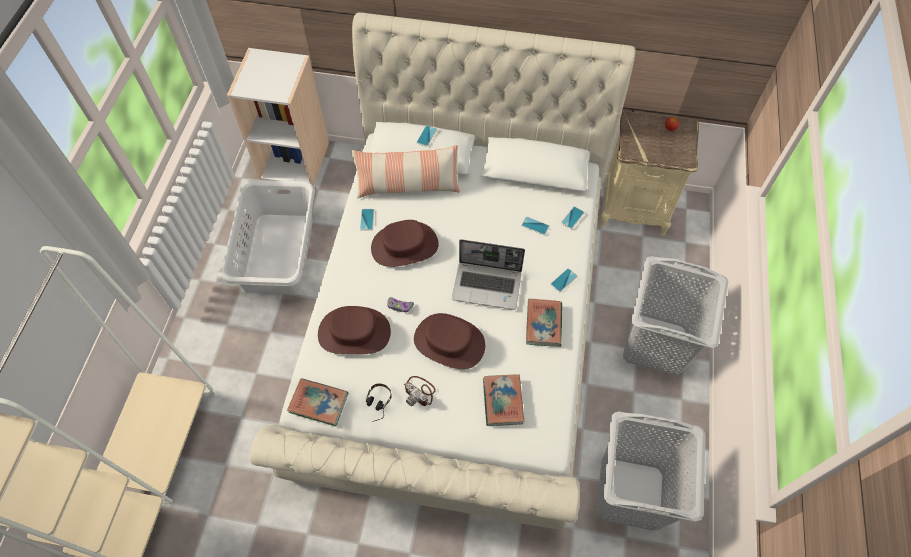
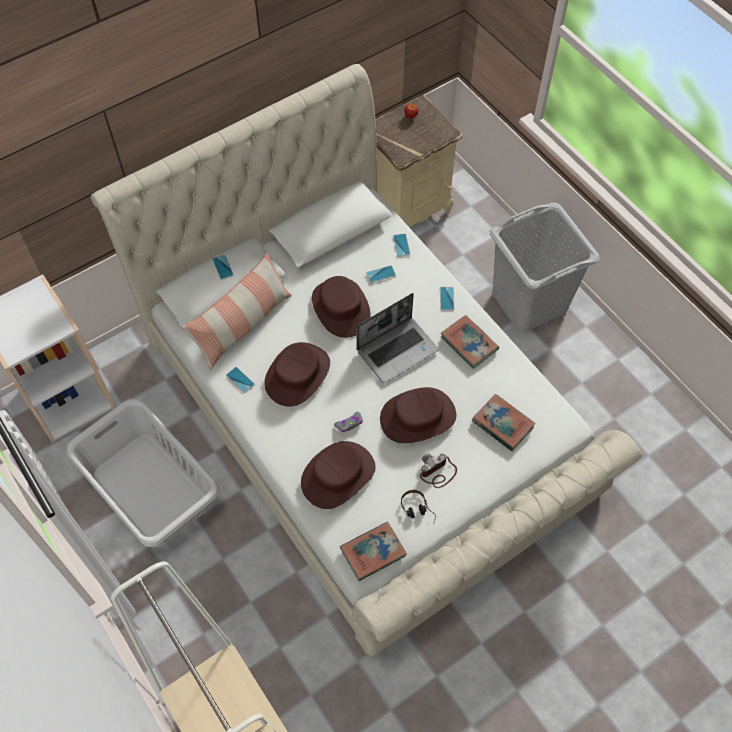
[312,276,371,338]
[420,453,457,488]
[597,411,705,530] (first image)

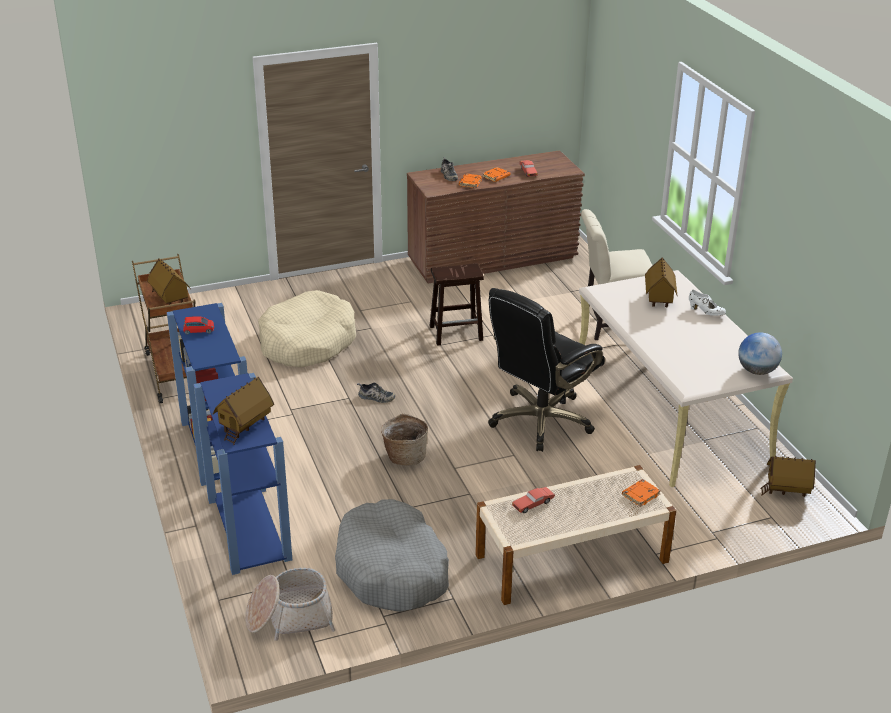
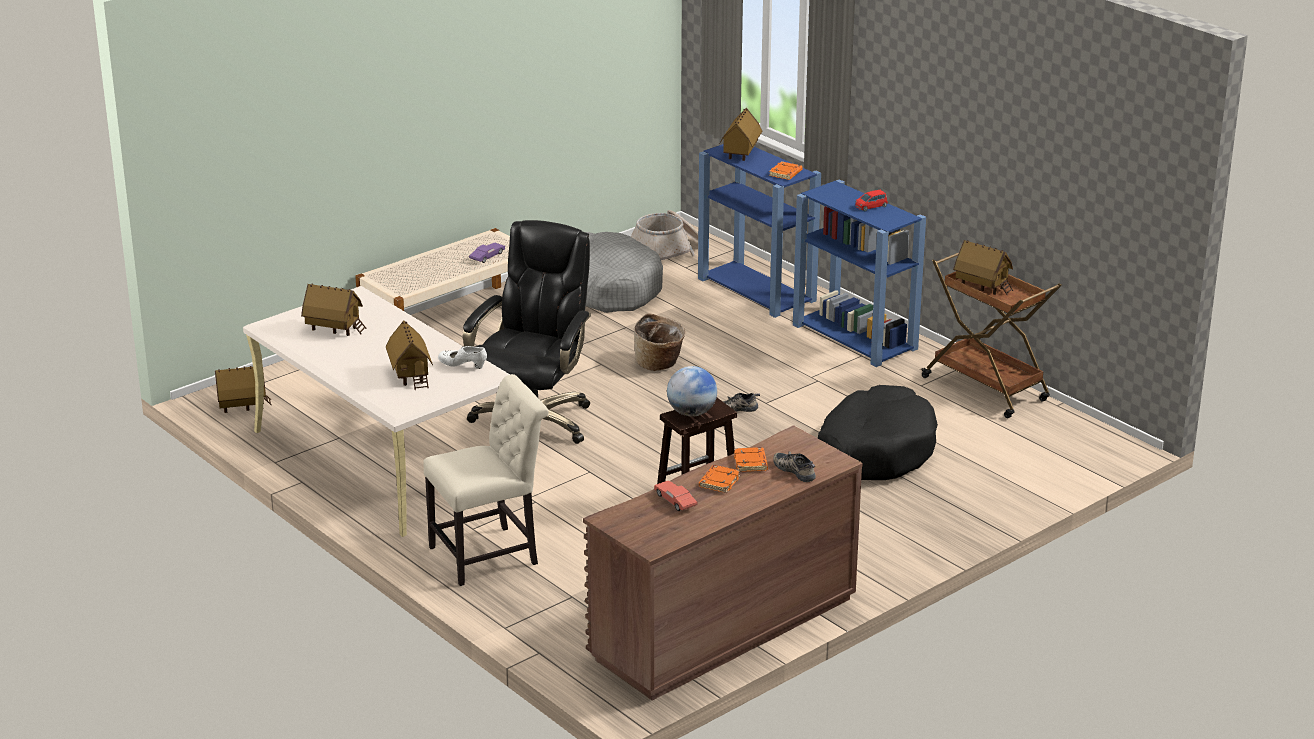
[301,284,367,336]
[438,346,487,369]
[469,243,505,263]
[667,366,717,417]
[769,161,803,180]
[818,385,938,480]

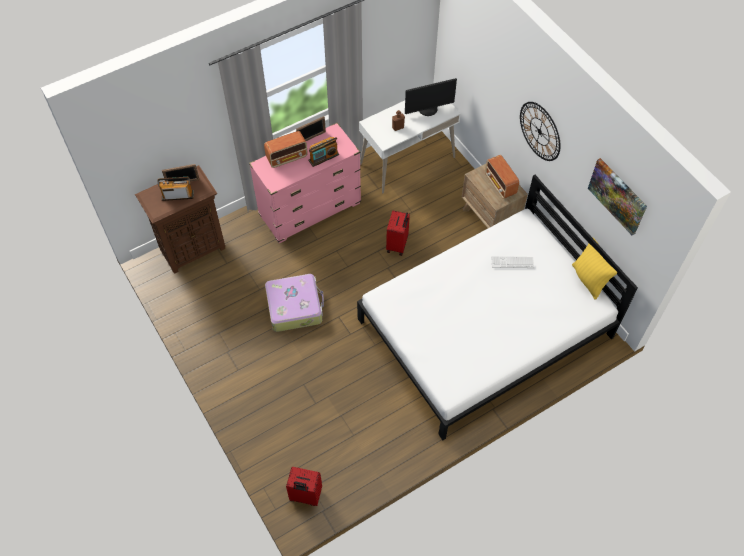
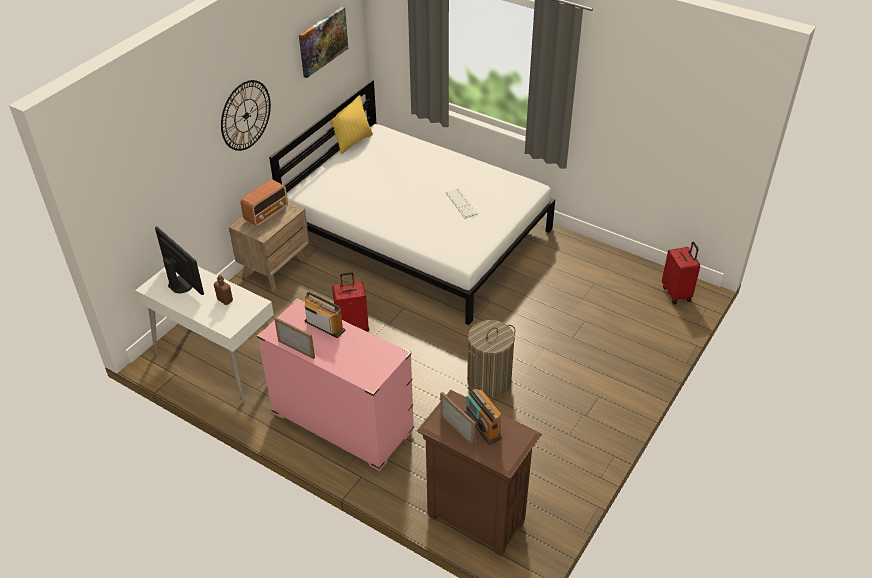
[446,188,478,219]
[467,320,516,397]
[264,131,308,168] (first image)

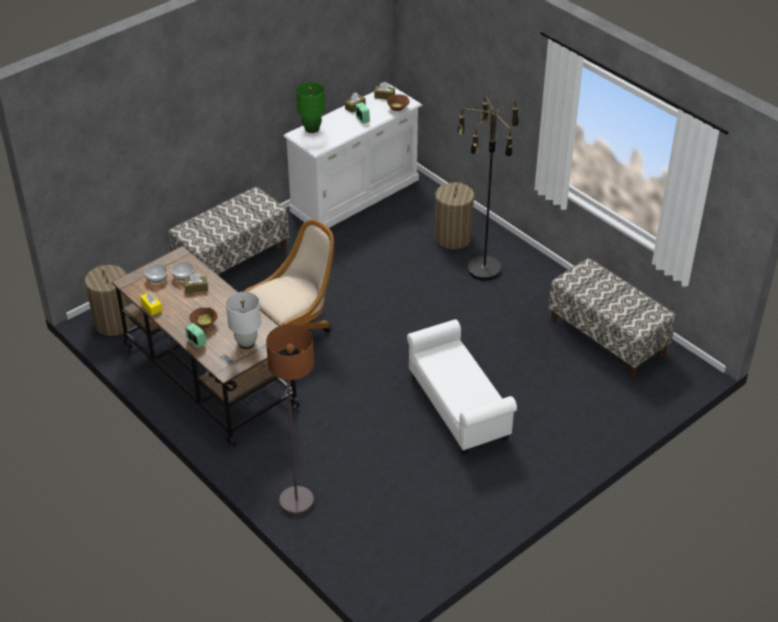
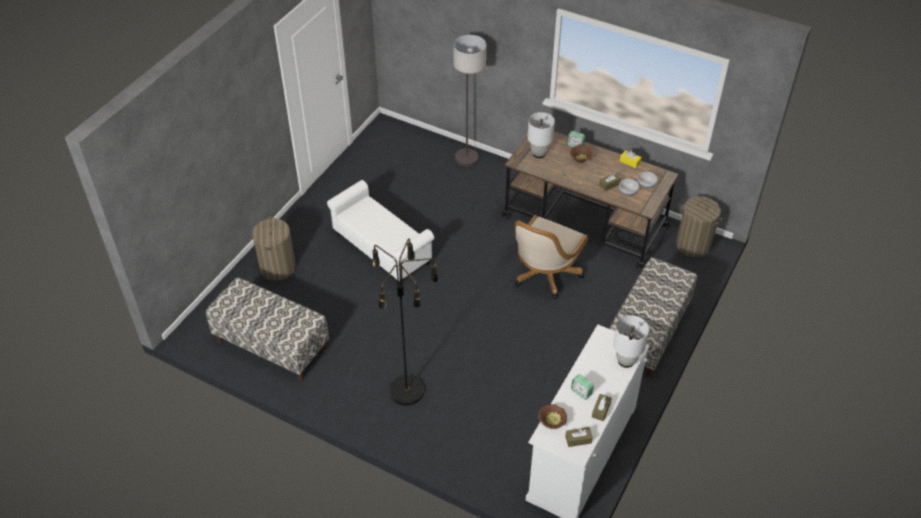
[252,217,296,281]
[453,35,486,167]
[613,315,649,368]

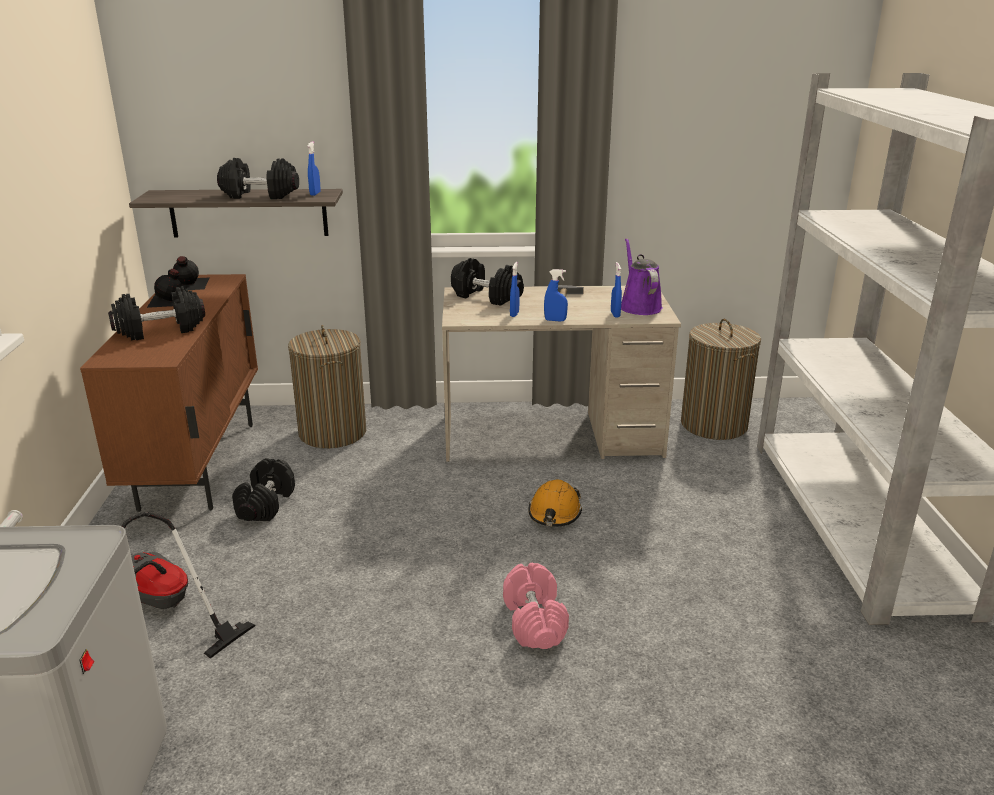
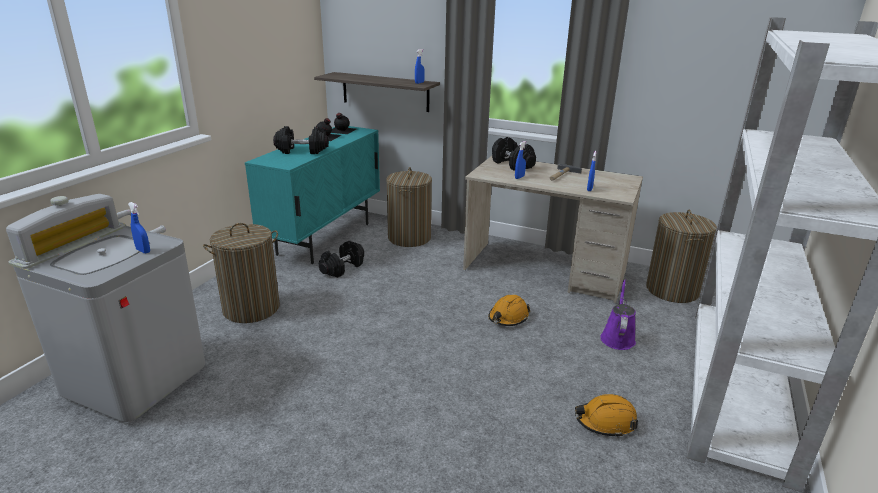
[128,202,150,253]
[203,223,280,323]
[245,126,380,264]
[575,394,638,438]
[600,279,636,350]
[217,158,299,199] (first image)
[503,563,569,649] (first image)

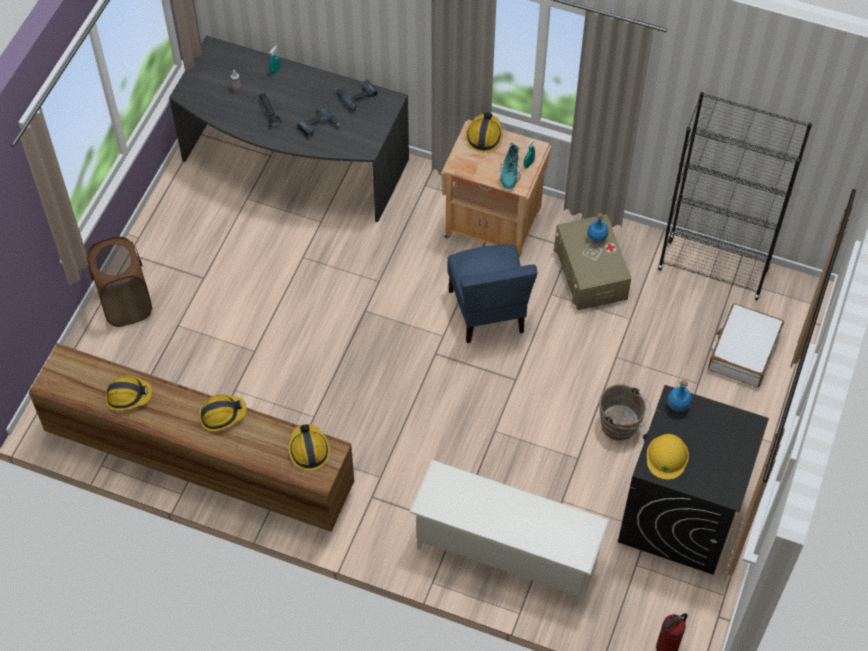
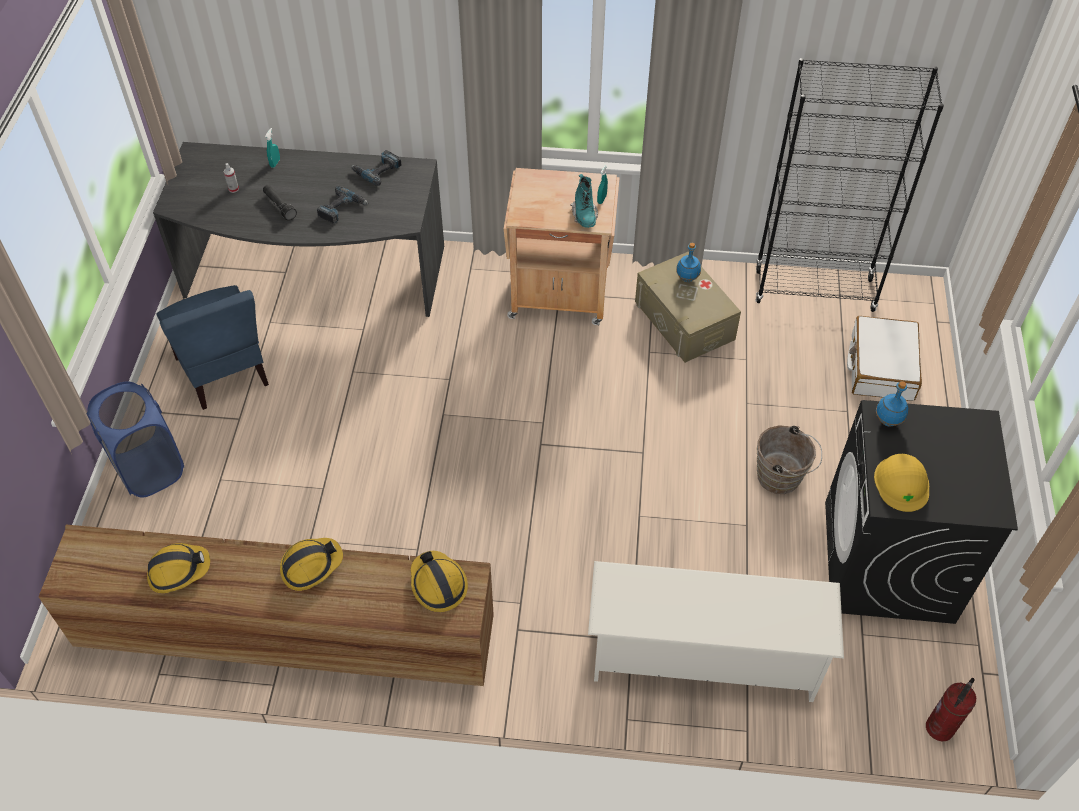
[86,381,184,498]
[157,285,269,410]
[465,112,503,153] (first image)

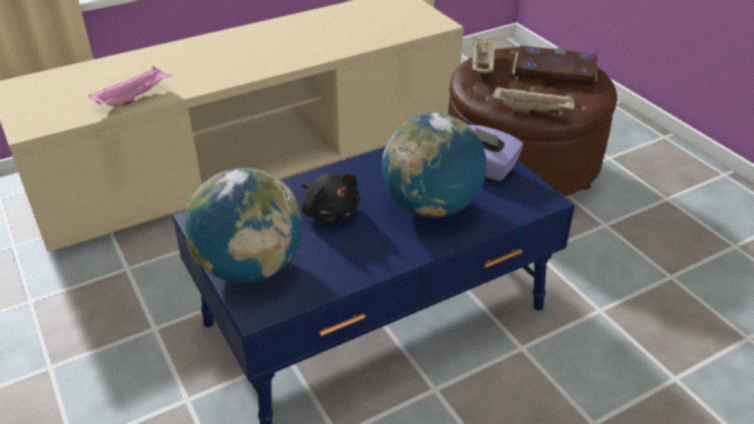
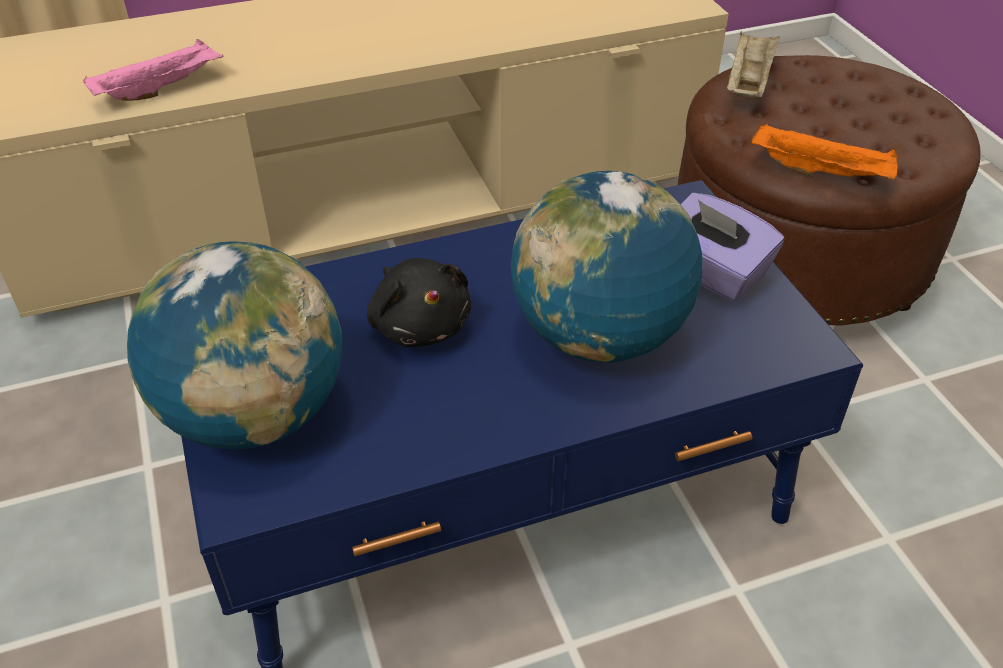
[752,123,897,180]
[512,45,597,85] (first image)

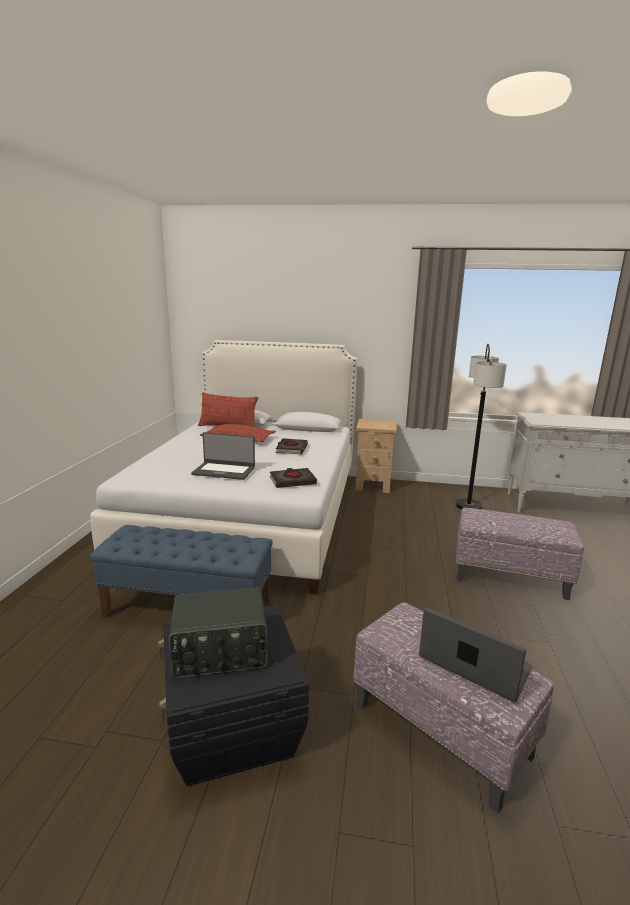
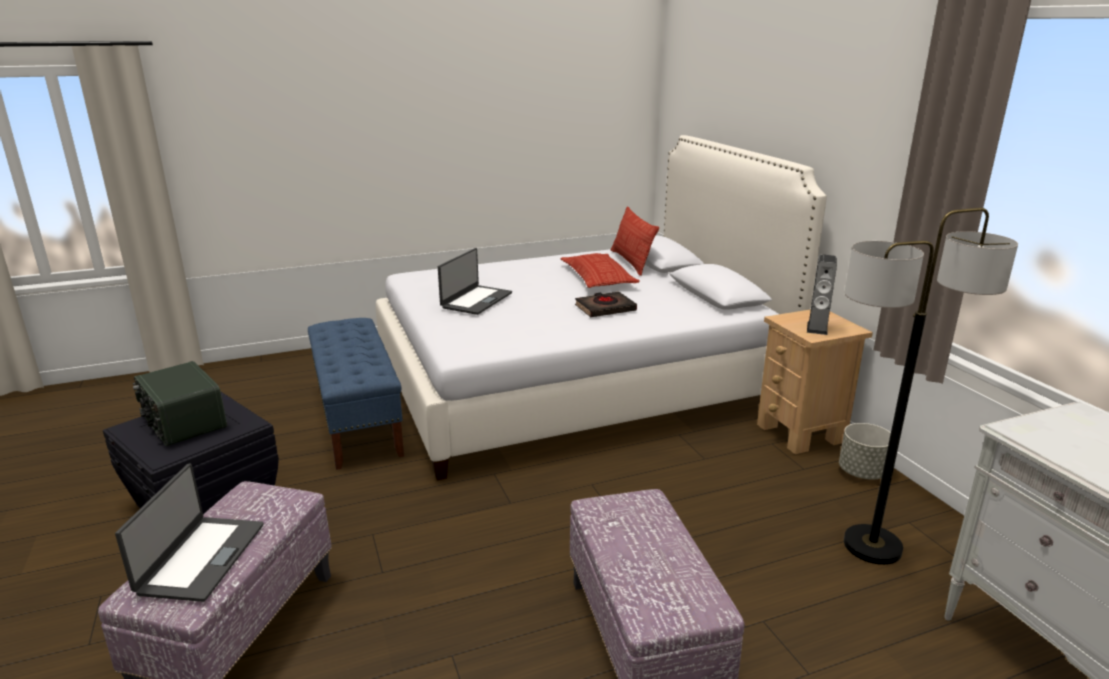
[438,248,512,315]
[807,255,837,335]
[839,423,891,479]
[270,468,317,488] (first image)

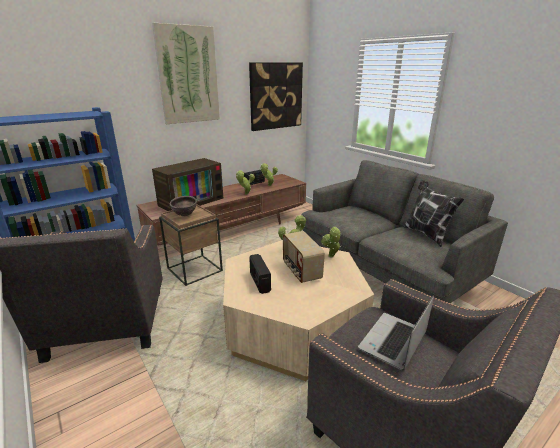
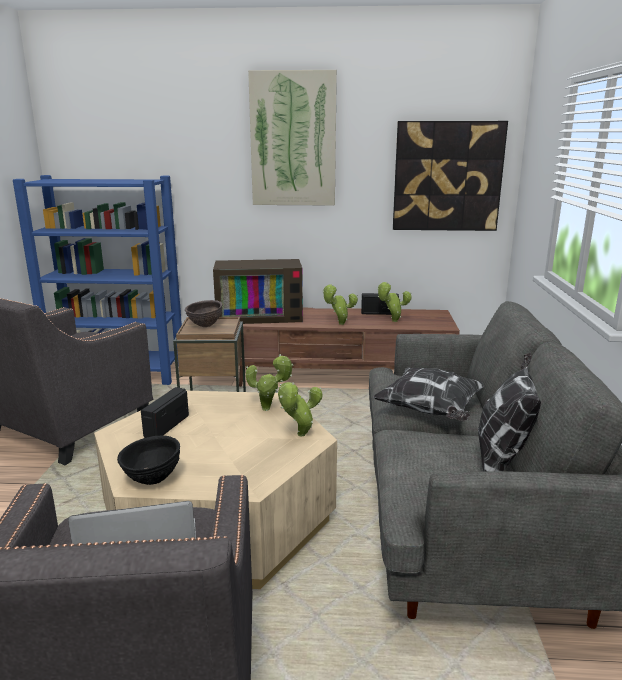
[117,436,180,485]
[373,367,484,421]
[283,231,325,283] (first image)

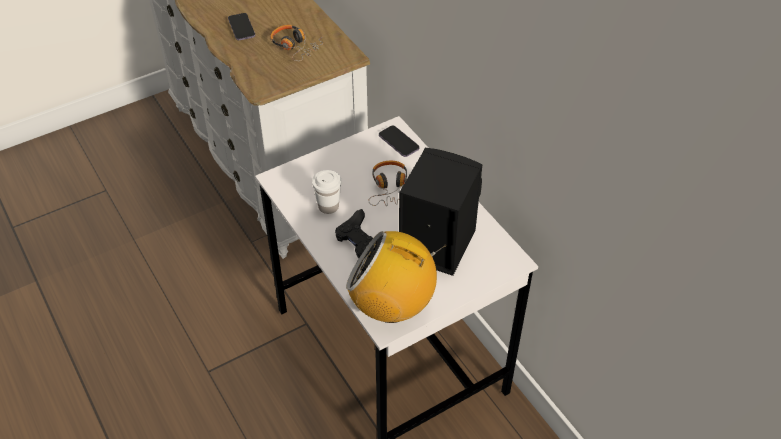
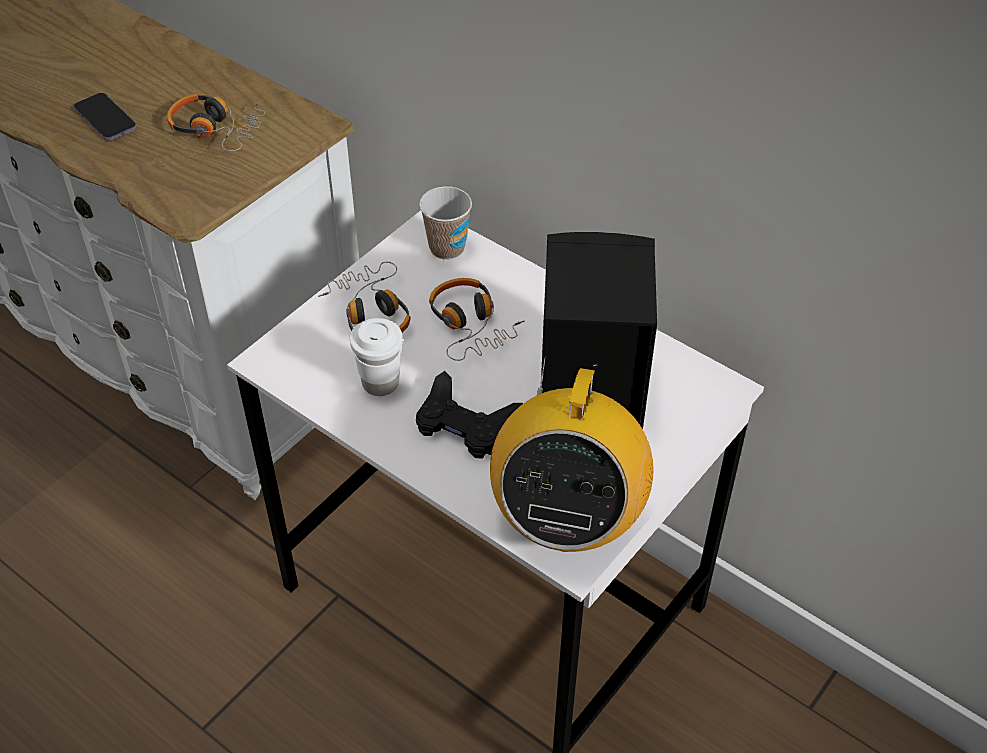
[318,262,411,333]
[419,186,472,260]
[490,356,654,552]

